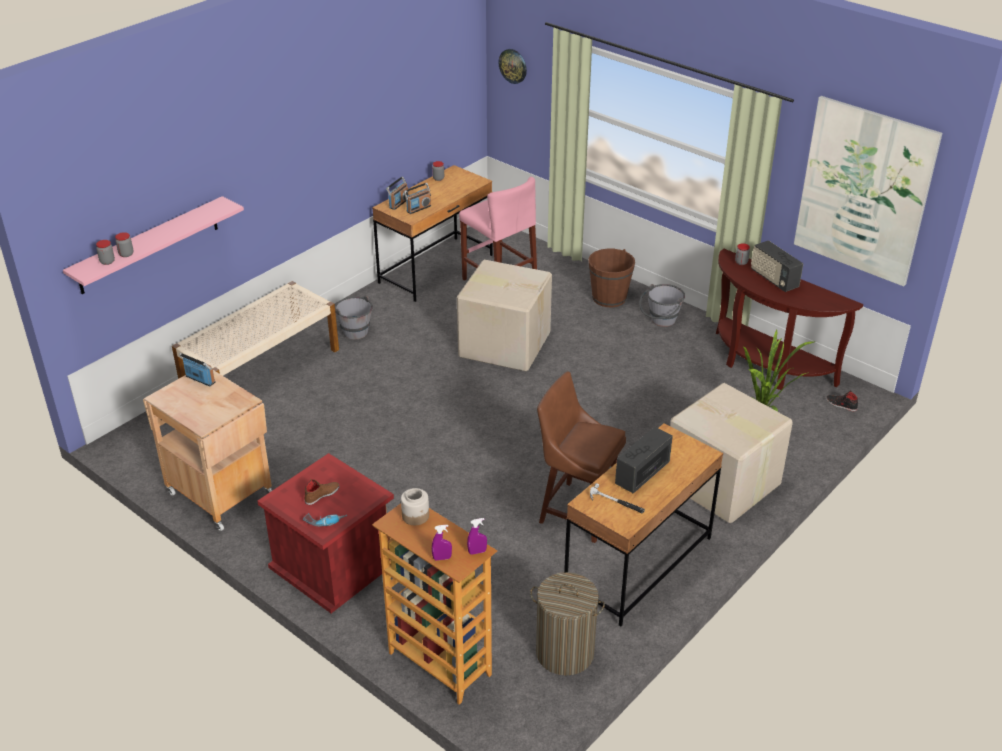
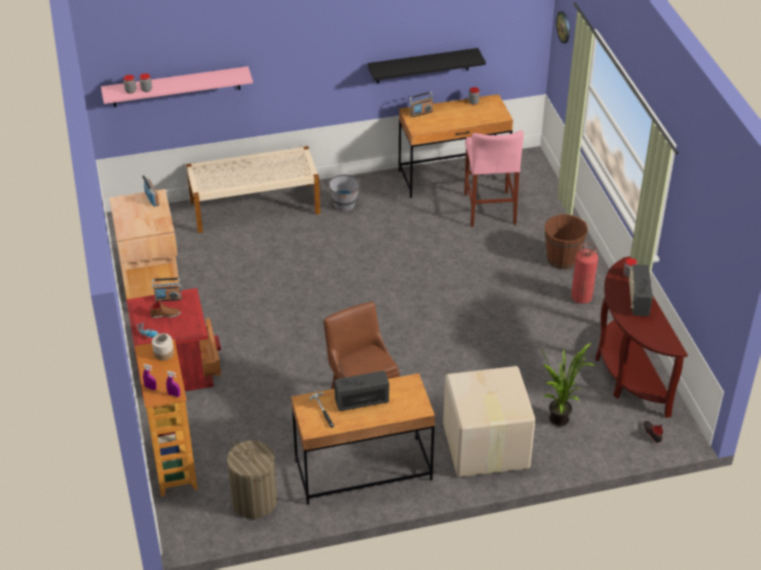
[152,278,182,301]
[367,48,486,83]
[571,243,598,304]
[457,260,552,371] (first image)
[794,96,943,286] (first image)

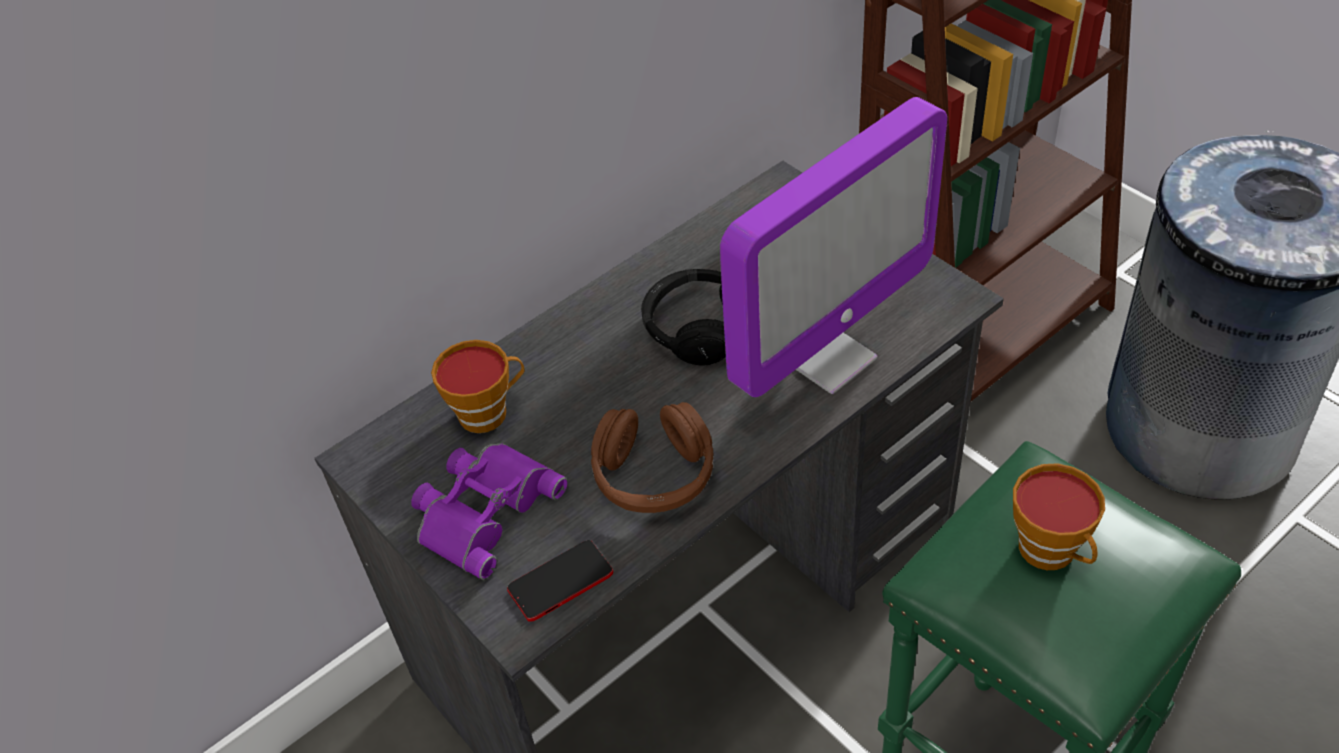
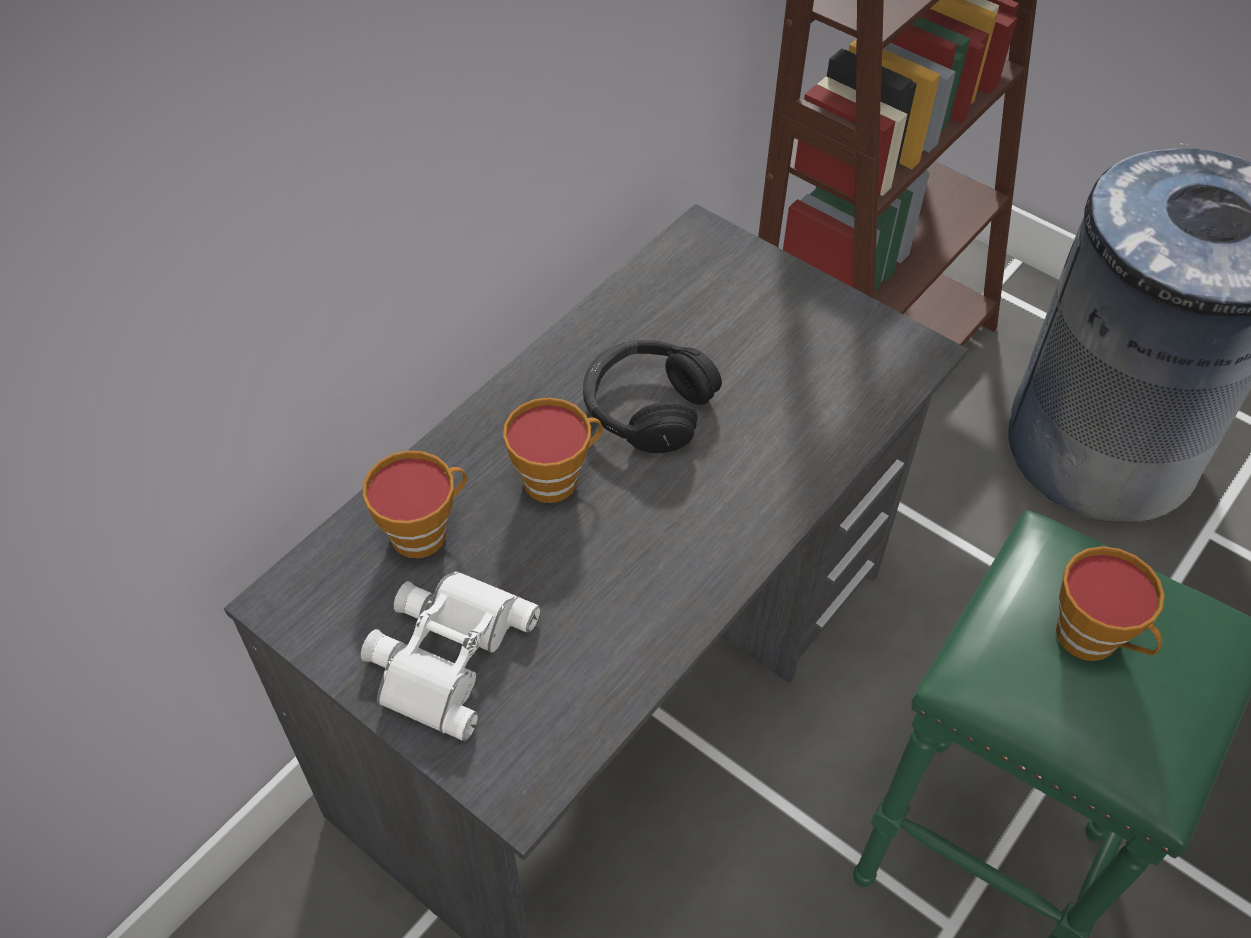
[361,571,540,741]
[503,398,603,503]
[507,540,613,622] (first image)
[591,402,714,513] (first image)
[720,97,947,397] (first image)

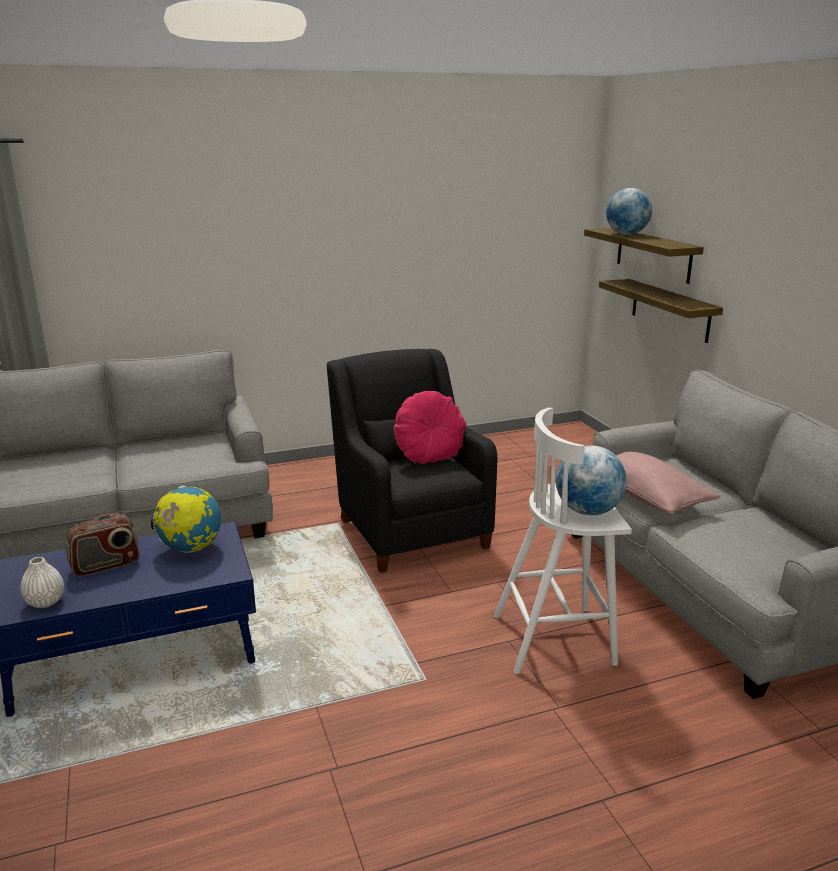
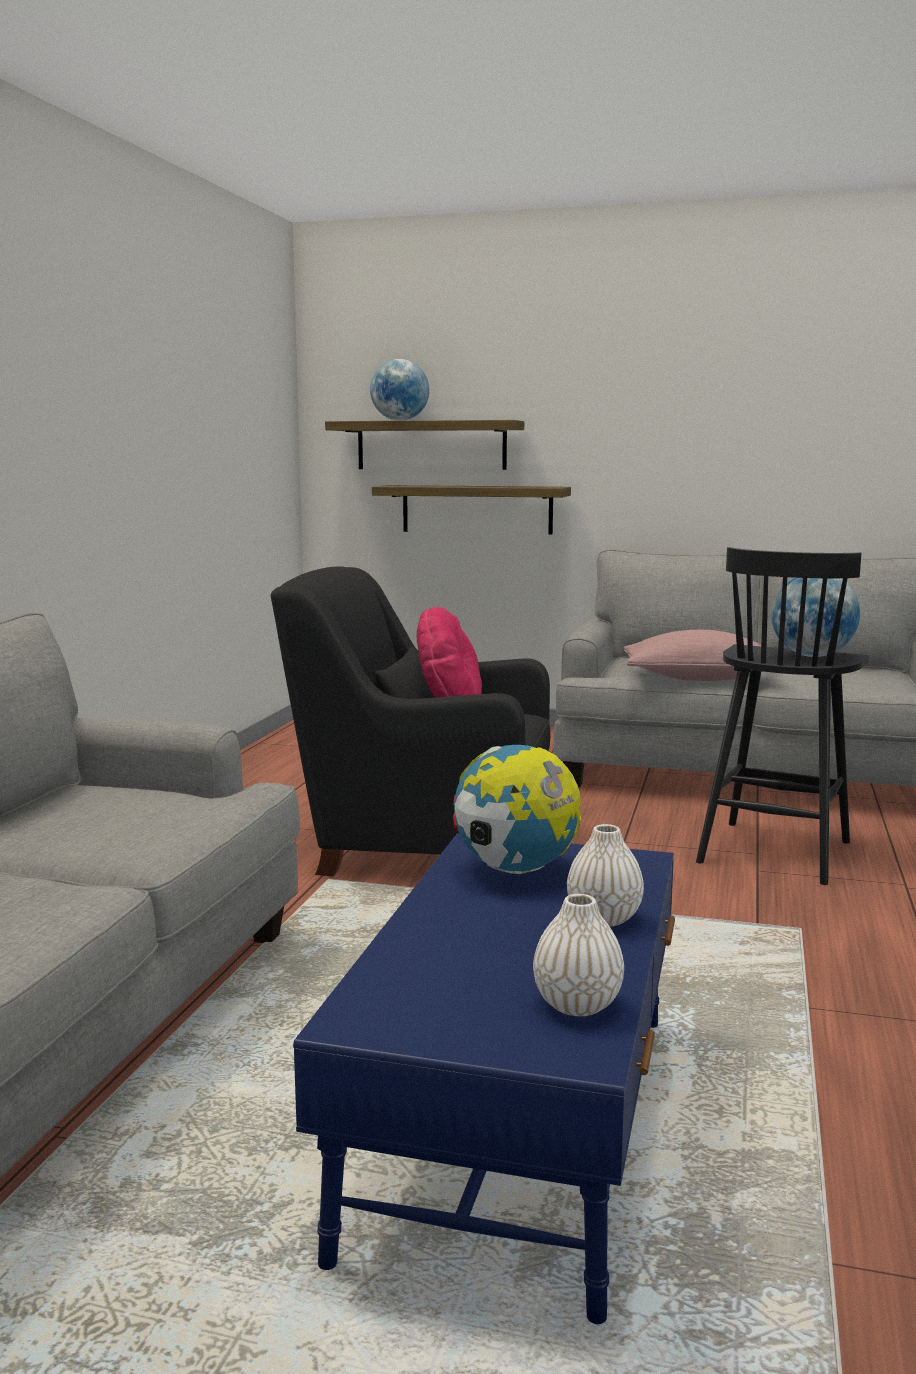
[567,824,644,927]
[696,547,869,885]
[66,514,140,577] (first image)

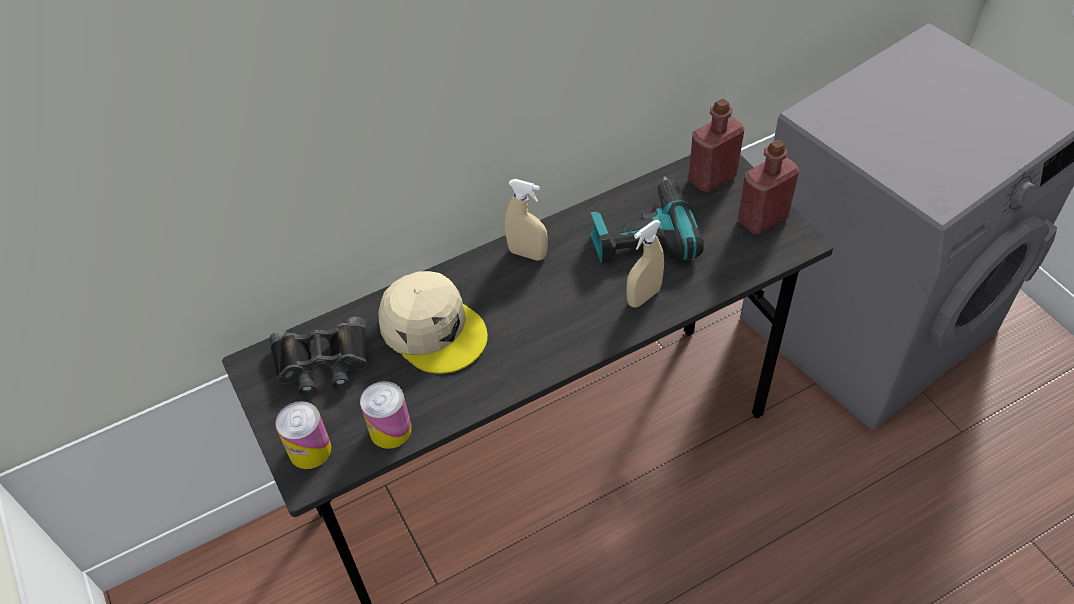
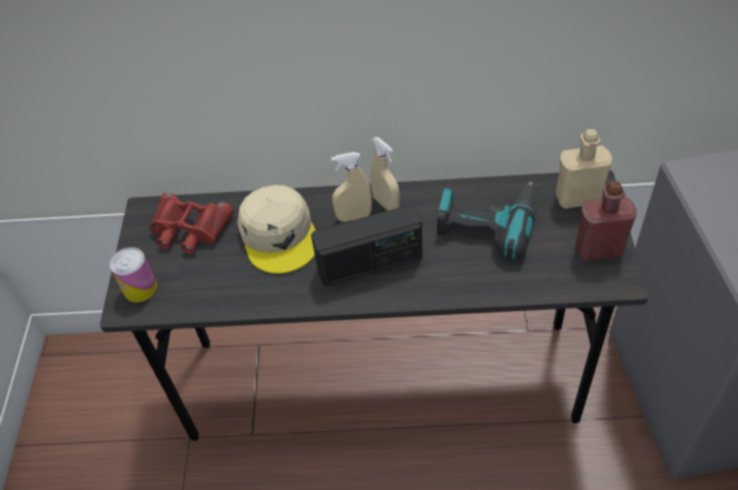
[149,192,234,254]
[311,205,423,286]
[331,152,372,222]
[556,129,612,209]
[360,381,412,449] (first image)

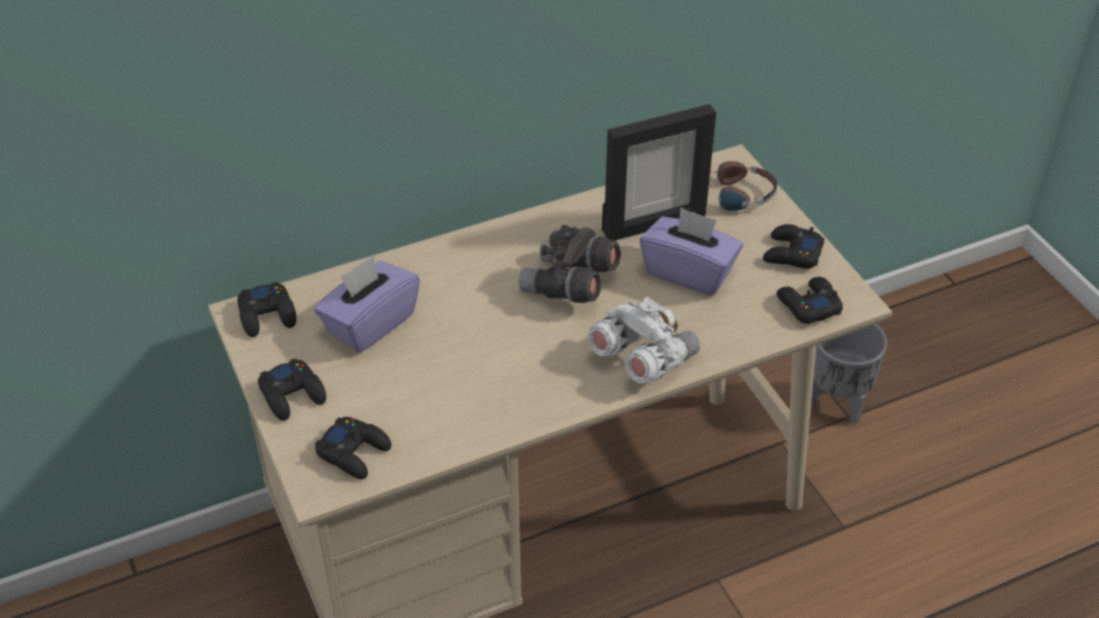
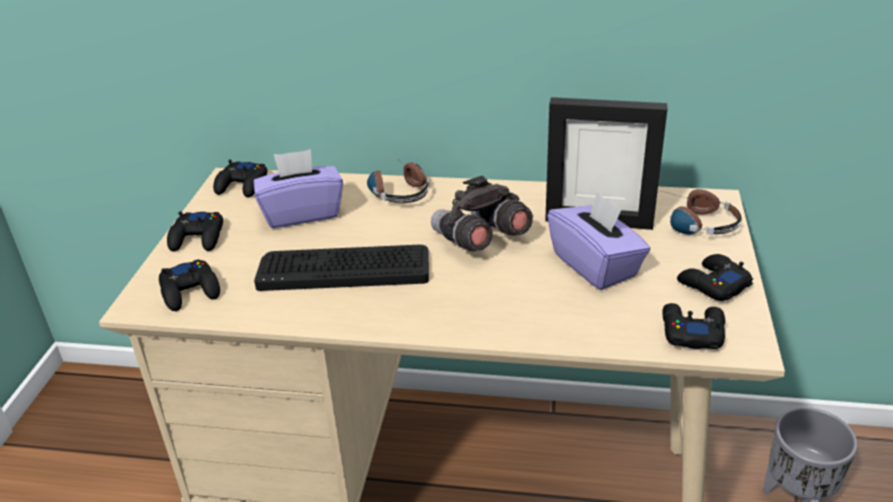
[254,245,429,291]
[367,162,429,203]
[588,297,700,383] (first image)

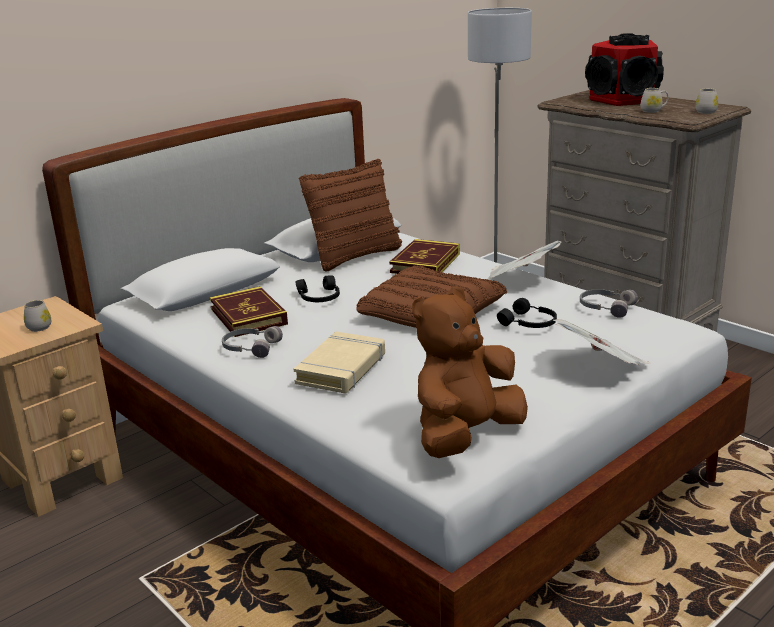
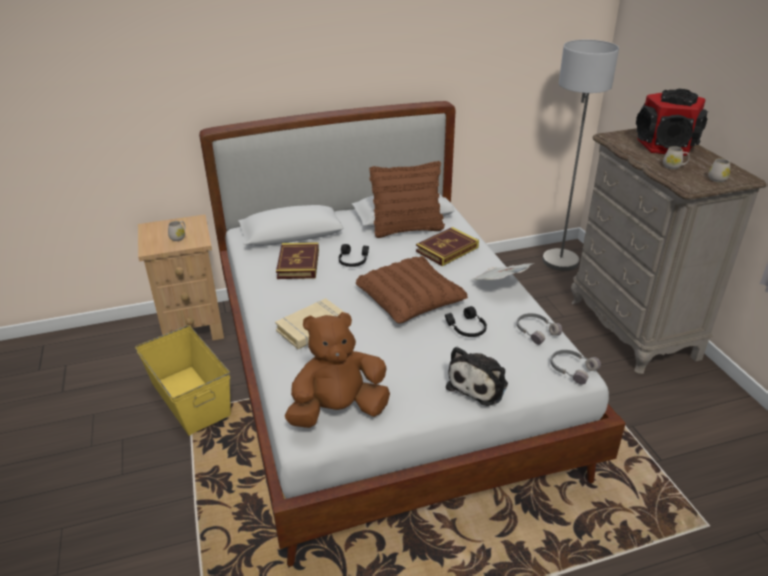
[135,325,231,436]
[446,347,508,406]
[550,350,601,384]

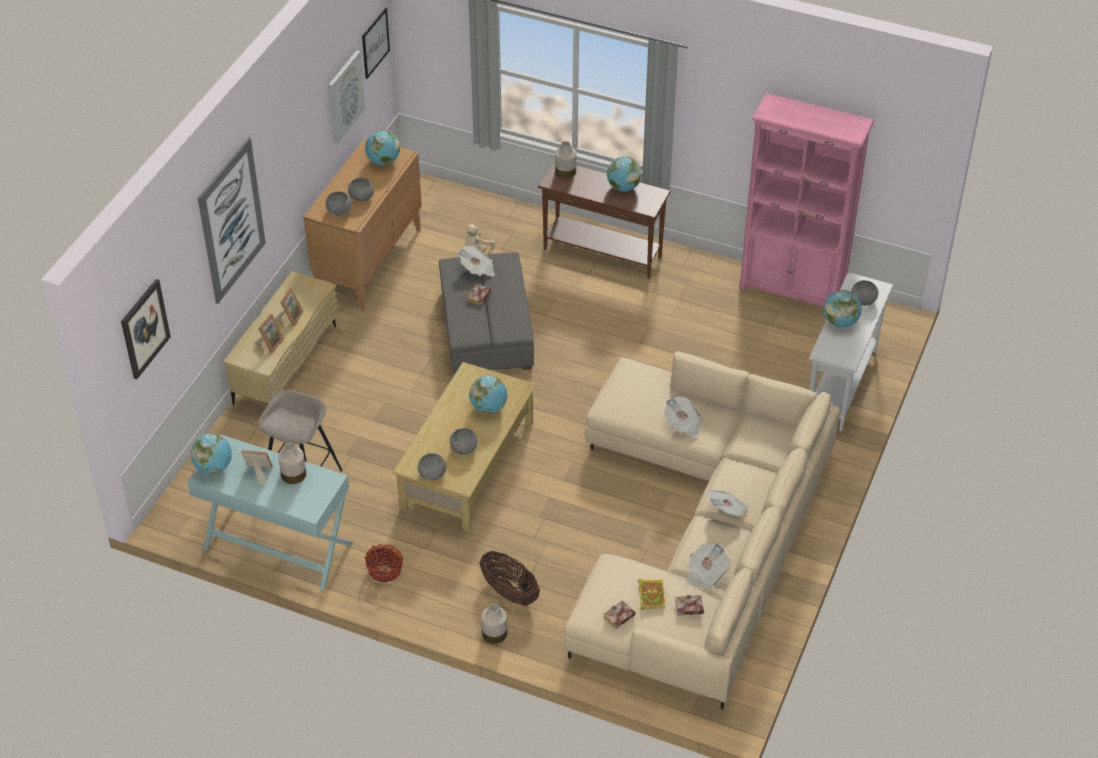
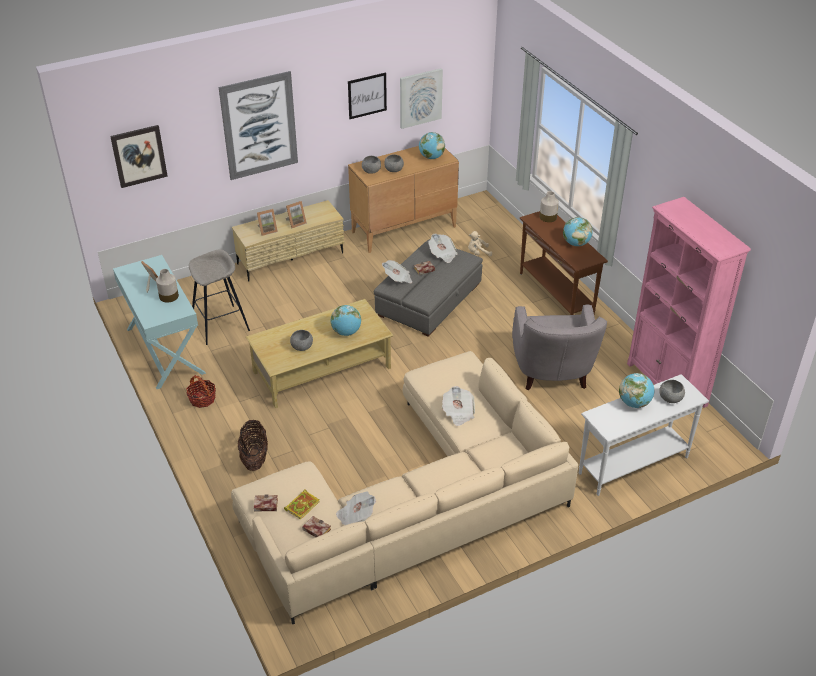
[348,72,387,119]
[382,260,412,283]
[512,305,607,390]
[190,434,232,474] (first image)
[418,453,446,481] (first image)
[481,604,507,644] (first image)

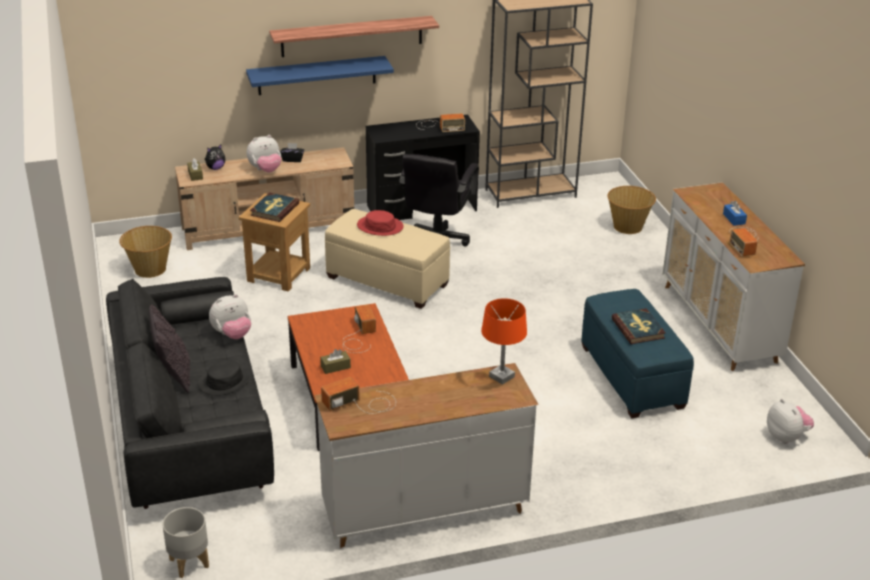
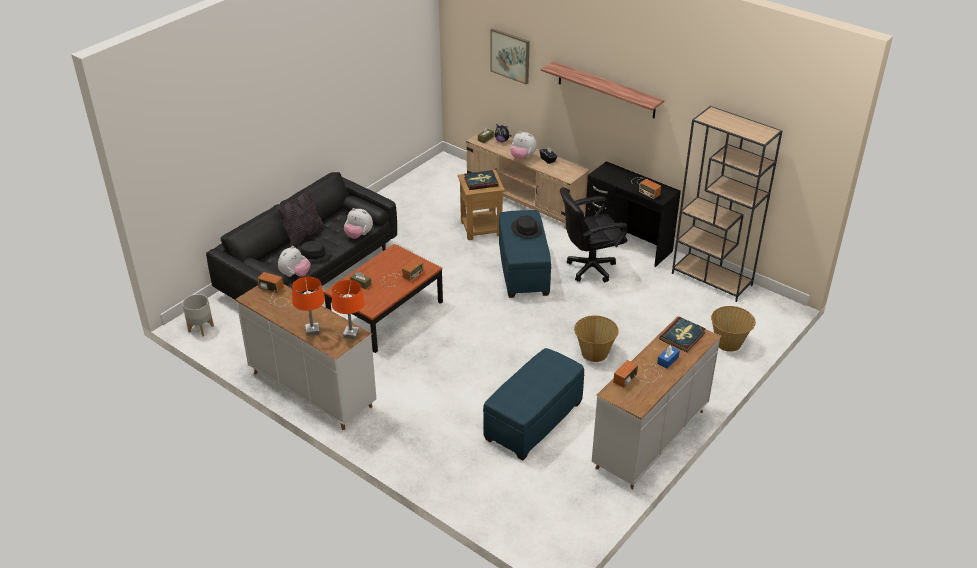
[278,246,311,277]
[292,277,325,336]
[490,28,530,85]
[499,210,552,298]
[511,216,542,239]
[574,315,618,362]
[659,317,706,352]
[246,56,394,95] (first image)

